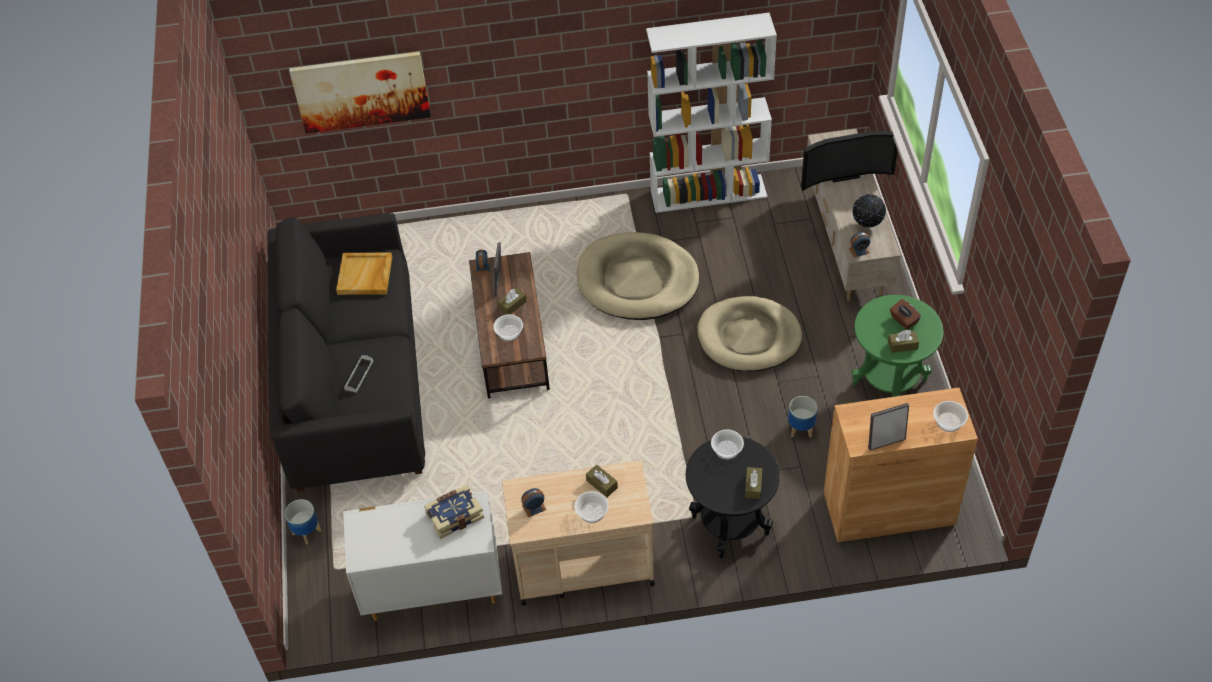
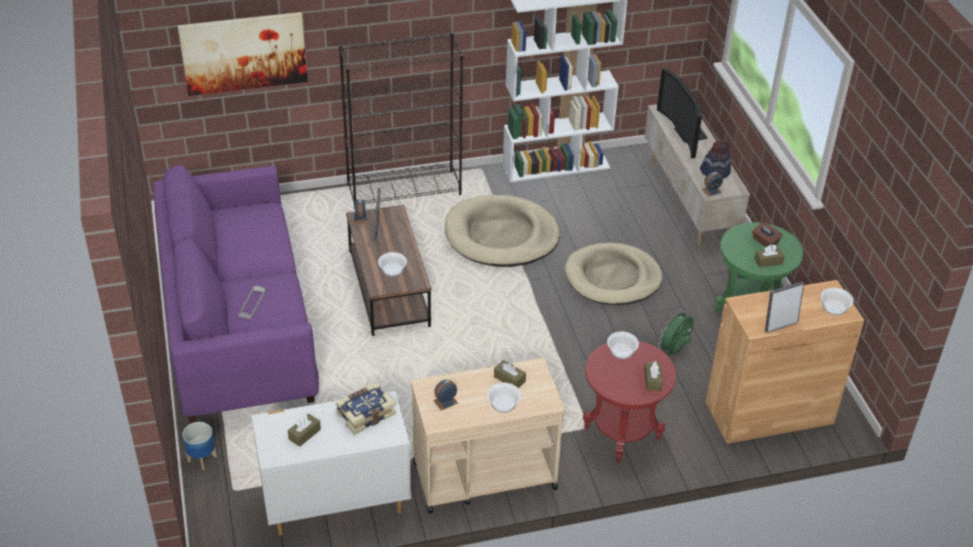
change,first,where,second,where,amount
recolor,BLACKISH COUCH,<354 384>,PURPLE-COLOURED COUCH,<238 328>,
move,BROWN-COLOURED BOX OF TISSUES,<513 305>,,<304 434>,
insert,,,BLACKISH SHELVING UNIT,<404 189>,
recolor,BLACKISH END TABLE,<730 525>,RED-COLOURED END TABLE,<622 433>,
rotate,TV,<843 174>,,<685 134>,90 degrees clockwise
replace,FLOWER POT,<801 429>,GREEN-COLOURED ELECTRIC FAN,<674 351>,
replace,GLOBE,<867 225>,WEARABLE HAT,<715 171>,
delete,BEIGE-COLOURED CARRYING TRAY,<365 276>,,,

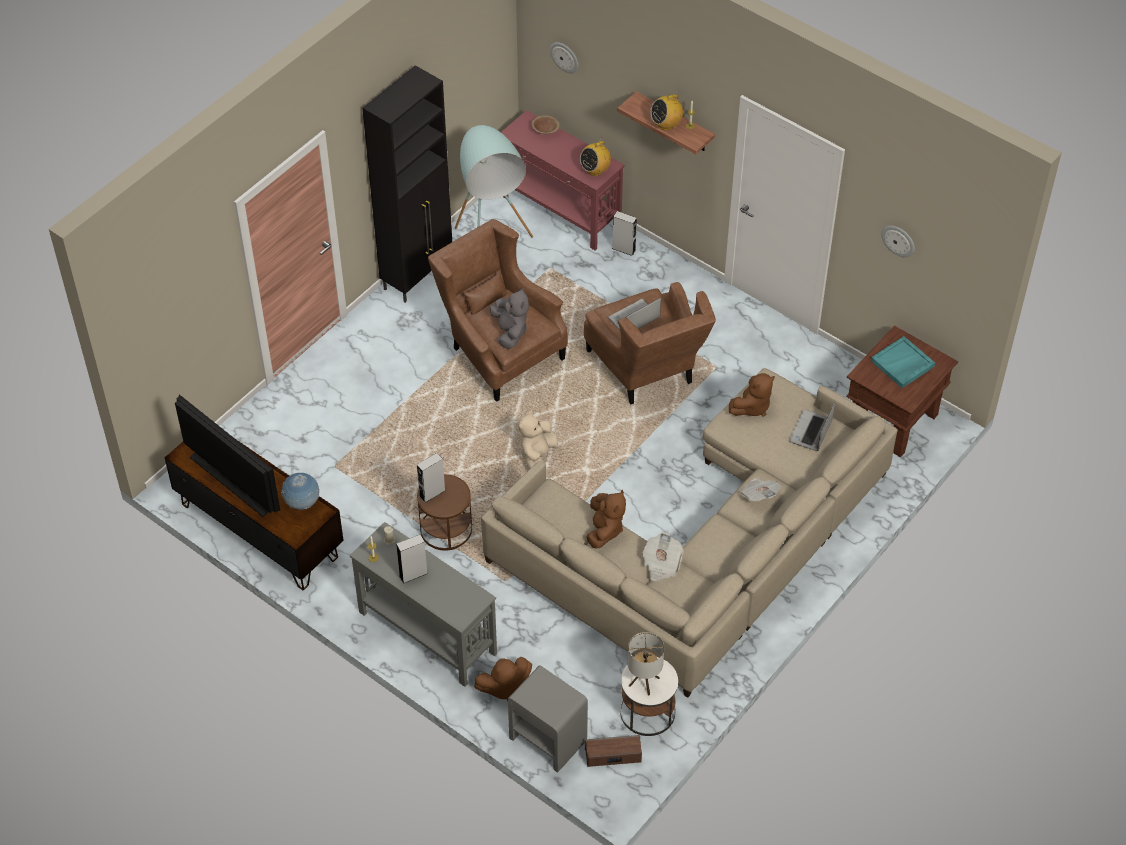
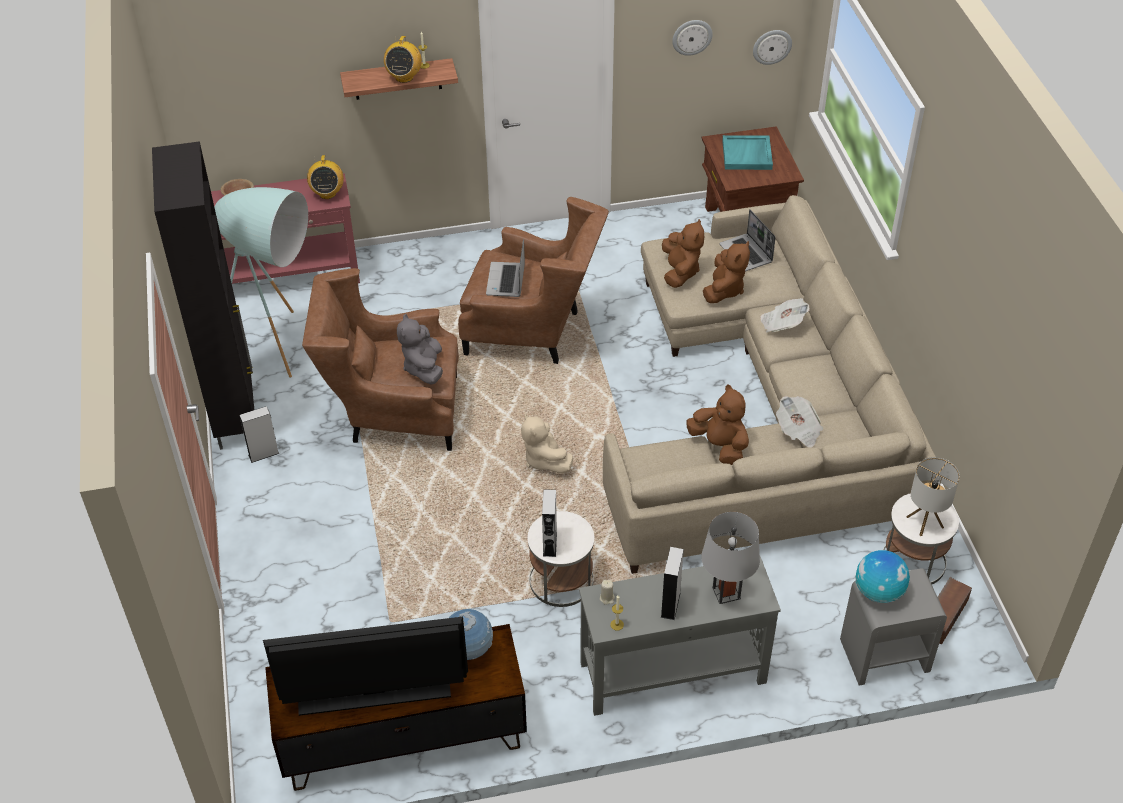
change,first,where,second,where,amount
move,GREYISH LOUDSPEAKER,<624 249>,,<263 454>,
rotate,GREYISH PLUSH TOY,<510 332>,,<424 368>,120 degrees counterclockwise
recolor,BROWN-COLOURED END TABLE,<445 529>,WHITE-COLOURED END TABLE,<561 580>,
insert,,,GREYISH TABLE LAMP,<726 593>,
move,BROWN-COLOURED PLUSH TOY,<503 687>,,<724 290>,
move,CLOCK ON THE WALL,<565 57>,,<772 46>,
insert,,,GLOBE,<879 592>,

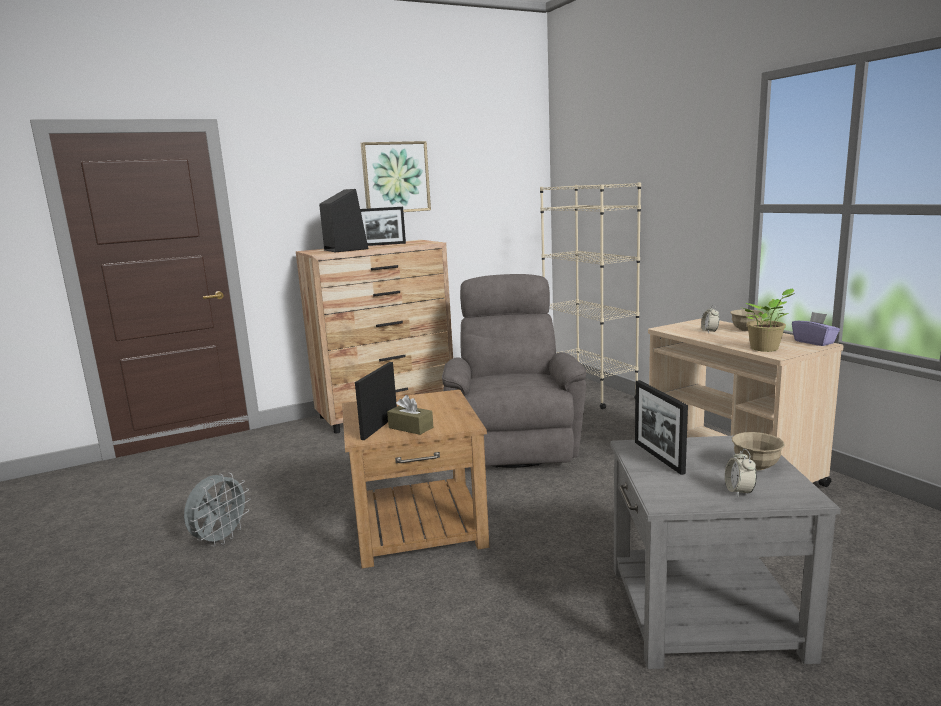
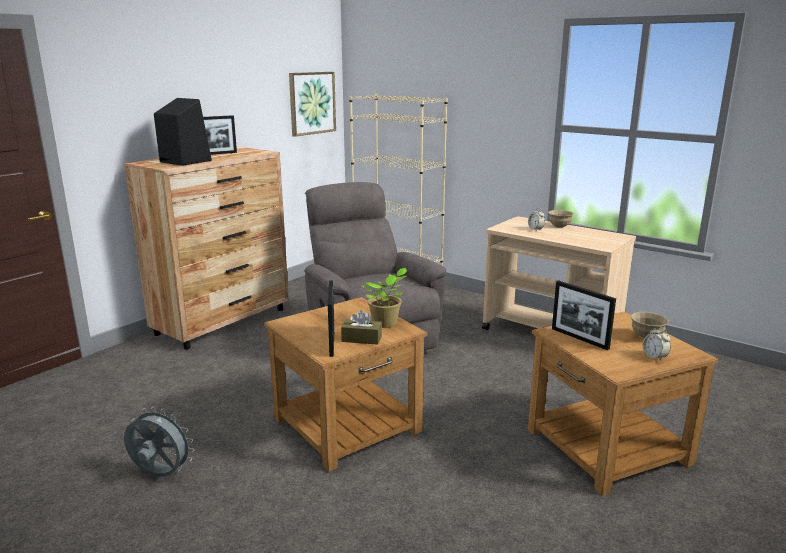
change,first,where,second,where,amount
rotate,GREYISH ELECTRIC FAN,<221 539>,,<160 475>,75 degrees counterclockwise
move,PICTURE,<395 177>,,<312 103>,
move,POTTED PLANT,<766 349>,,<386 323>,
recolor,GREYISH END TABLE,<704 611>,BROWN-COLOURED END TABLE,<607 446>,
delete,PURPLE-COLOURED BOX OF TISSUES,<814 342>,,,

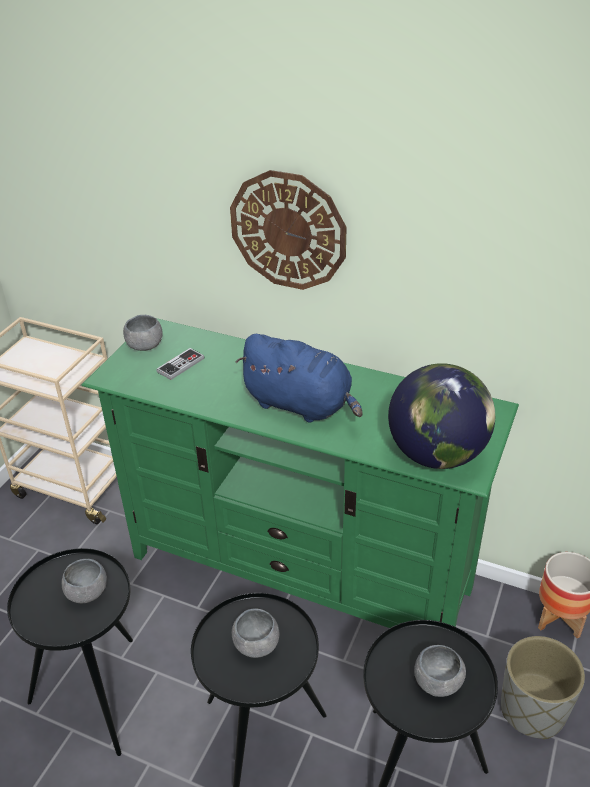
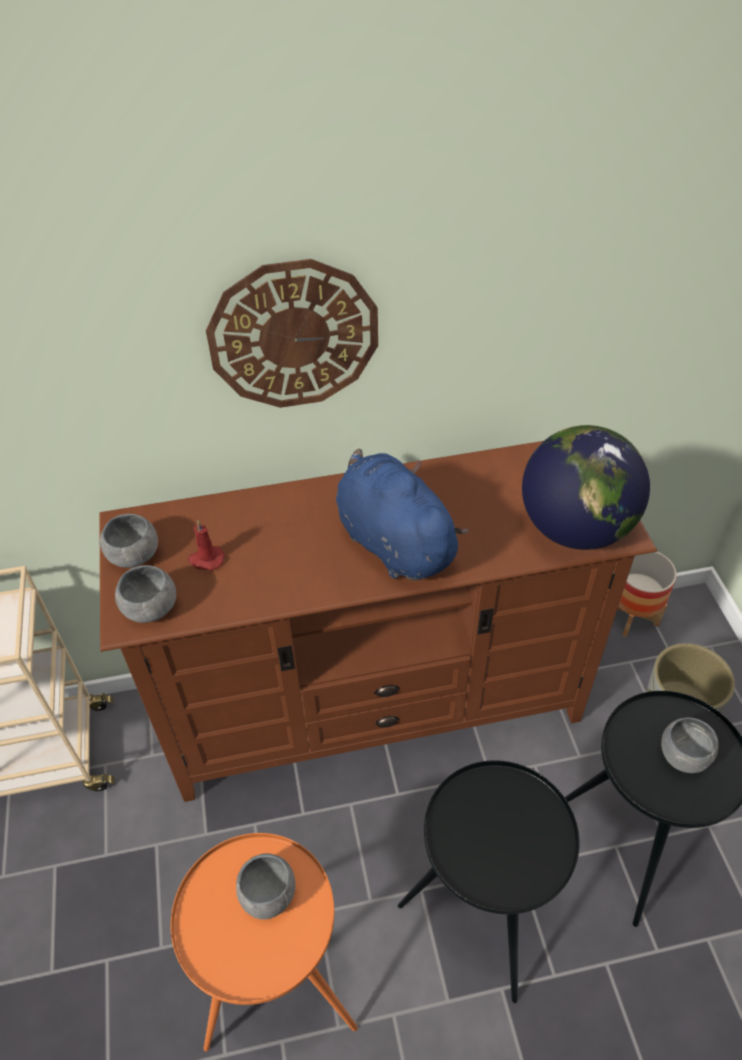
change,first,where,second,where,amount
recolor,GREEN-COLOURED MEDIA CONSOLE,<301 571>,BROWN-COLOURED MEDIA CONSOLE,<376 708>,
move,GREYISH SERVING BOWL,<256 644>,,<150 608>,
recolor,BLACKISH END TABLE,<99 693>,ORANGEY END TABLE,<277 979>,
replace,JOYPAD,<180 365>,RED-COLOURED WAX LIGHT,<206 559>,
rotate,BLUE-COLOURED PLUSH TOY,<301 405>,,<392 540>,120 degrees counterclockwise

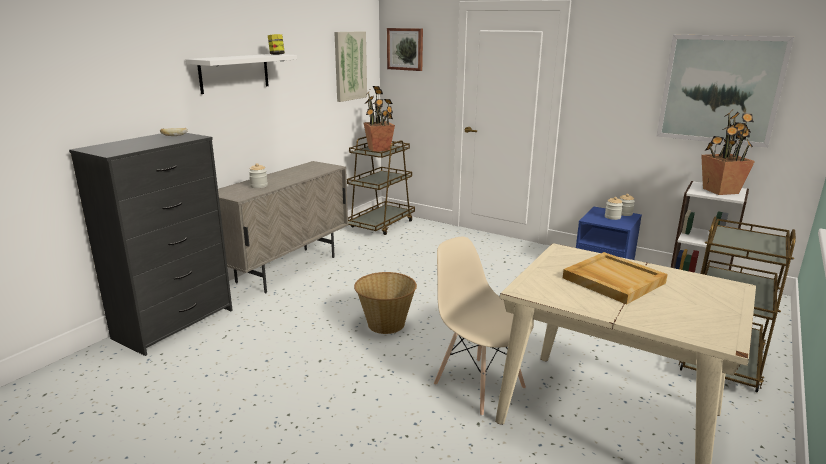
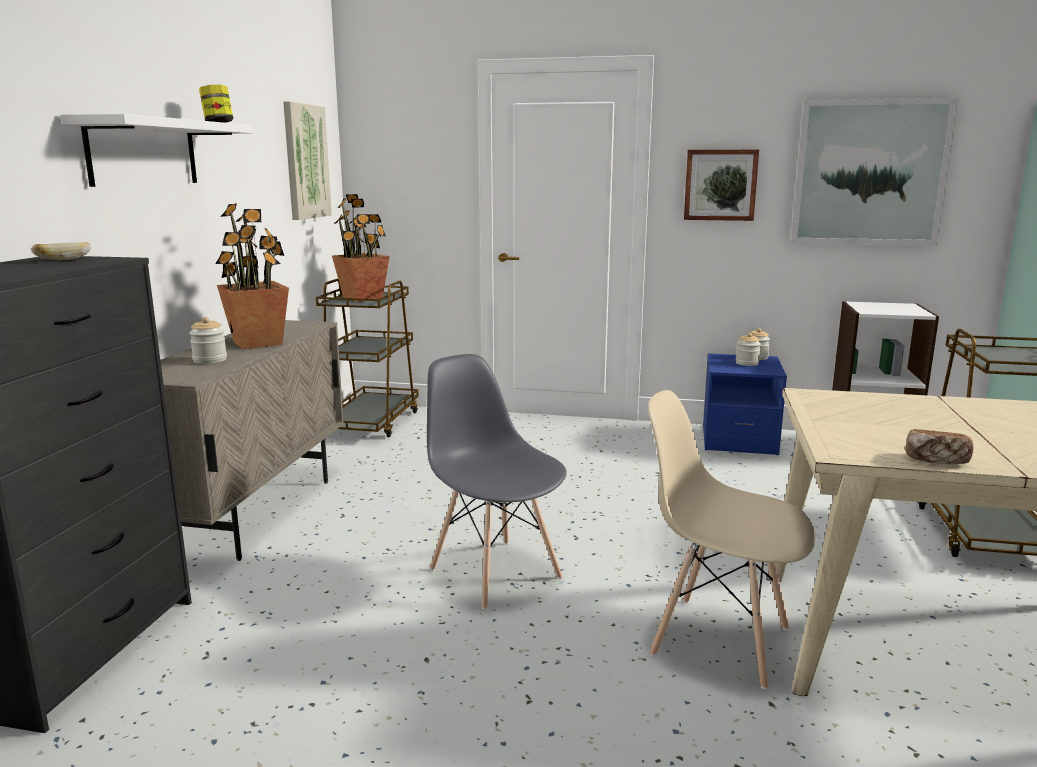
change,first,where,second,where,amount
move,POTTED PLANT,<720 191>,,<258 343>,
replace,HOUSEHOLD BASKET,<385 324>,GREYISH PLAIN CHAIR,<495 572>,
move,PICTURE,<405 49>,,<720 185>,
insert,,,BREAD,<936 460>,
delete,BEIGE-COLOURED CARRYING TRAY,<612 280>,,,

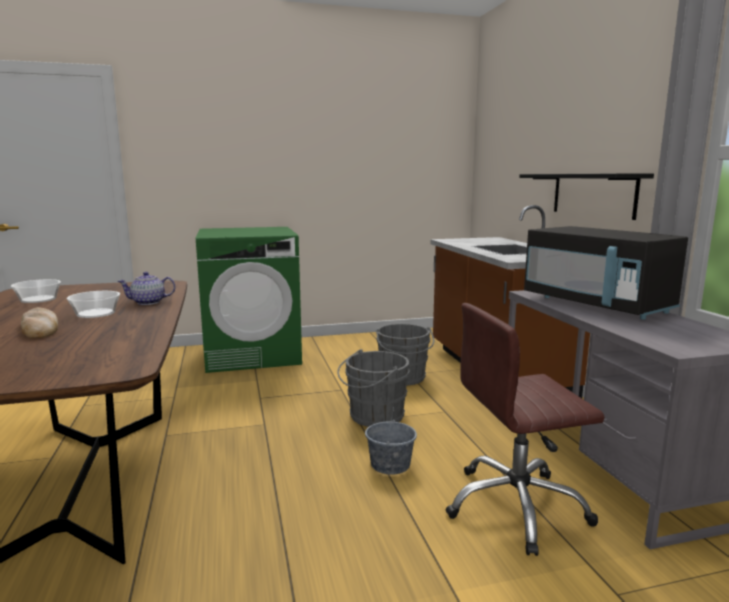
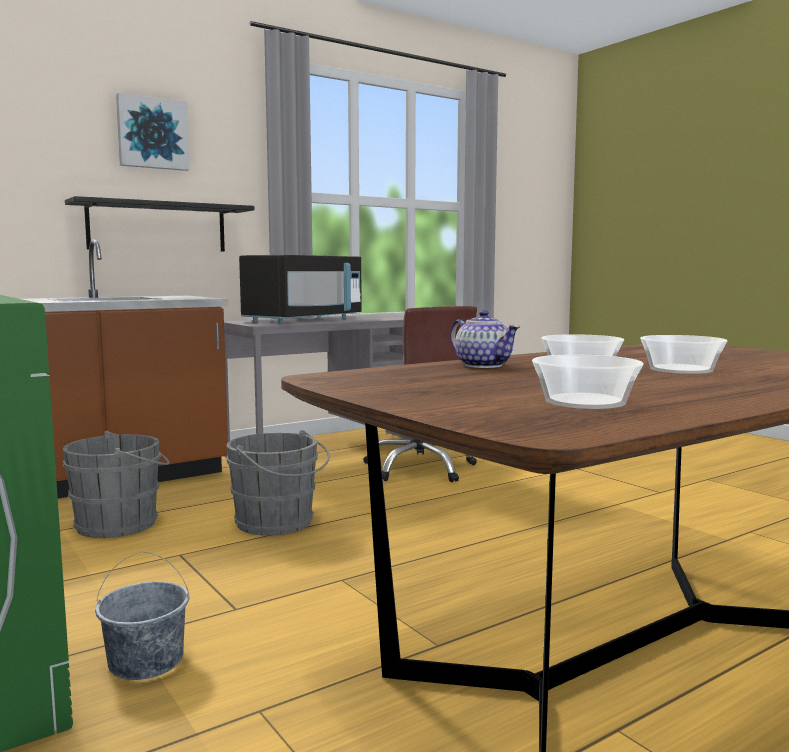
change,first,where,second,where,amount
move,GREYISH WATER BUCKET,<390 464>,,<145 661>,
insert,,,PICTURE,<152 133>,
replace,BREAD,<40 328>,SERVING BOWL,<681 369>,

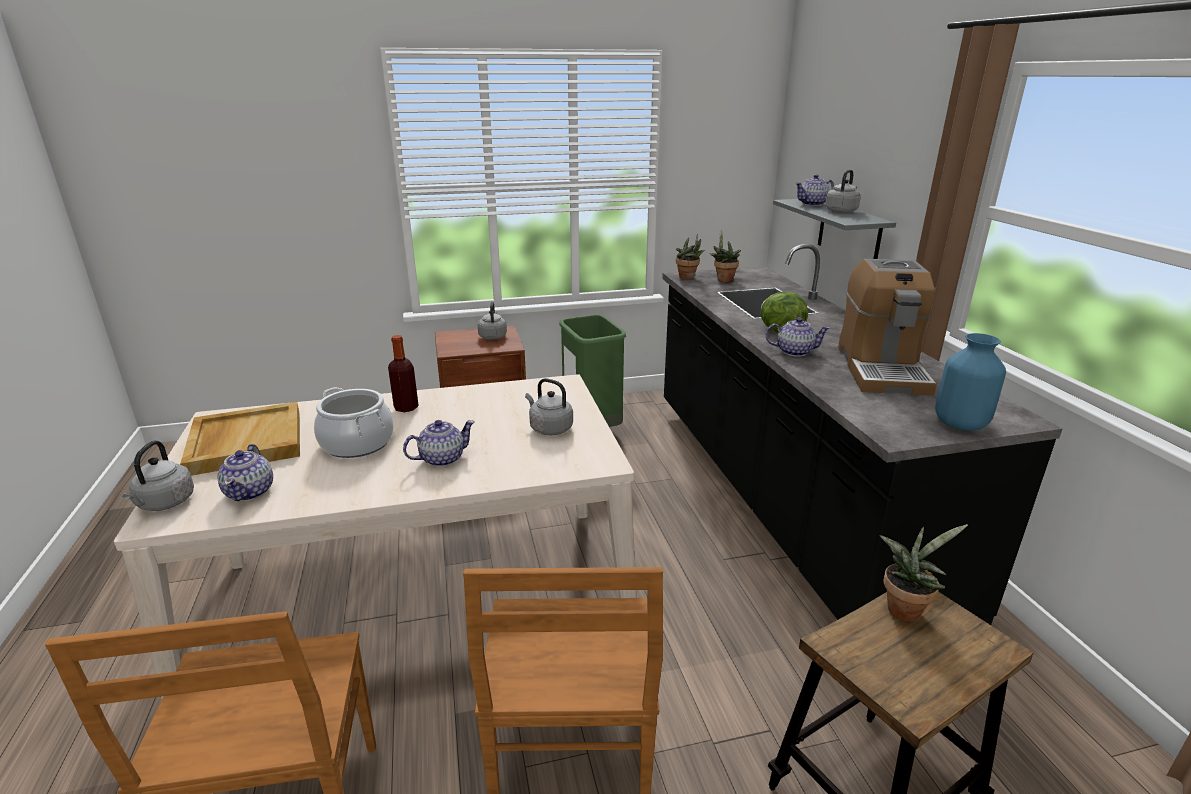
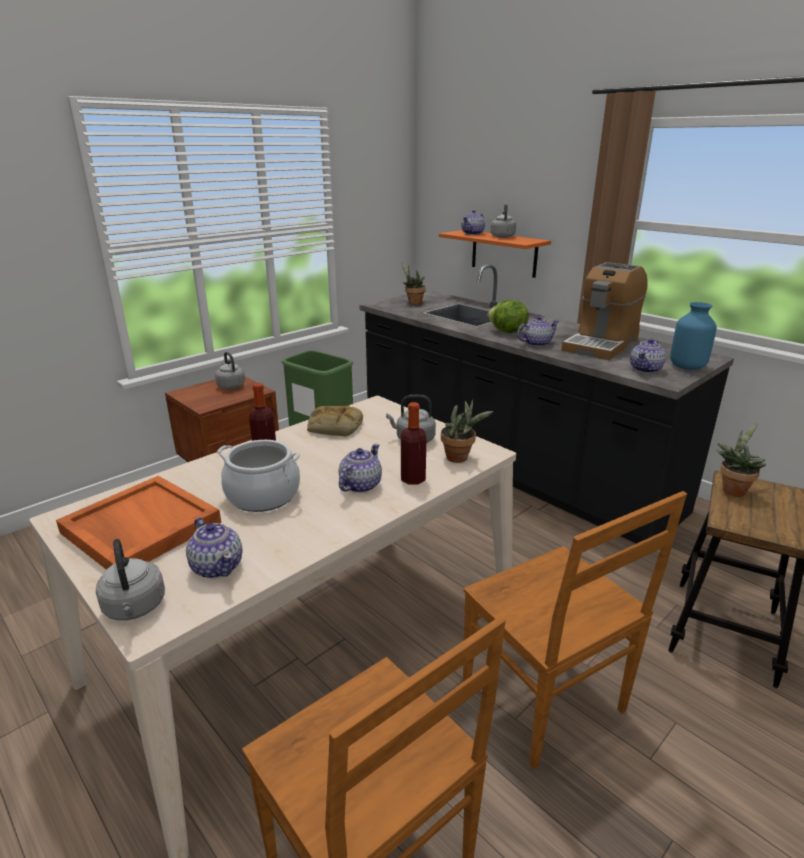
change,first,where,second,where,amount
recolor,BEIGE-COLOURED CARRYING TRAY,<245 442>,ORANGEY CARRYING TRAY,<140 527>,
insert,,,BREAD,<334 427>,
insert,,,DRINK BOTTLE,<413 479>,
recolor,GREYISH SHELF,<849 232>,ORANGEY SHELF,<504 253>,
move,POTTED PLANT,<688 277>,,<460 458>,
rotate,COFFEE BREWER,<881 369>,,<601 344>,60 degrees clockwise
insert,,,TEA POT,<646 369>,

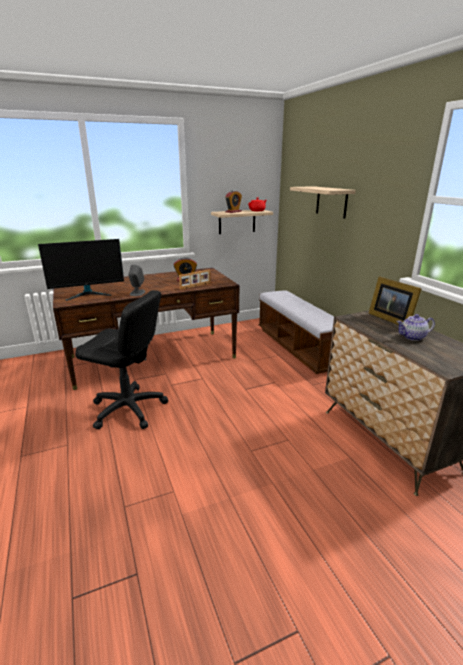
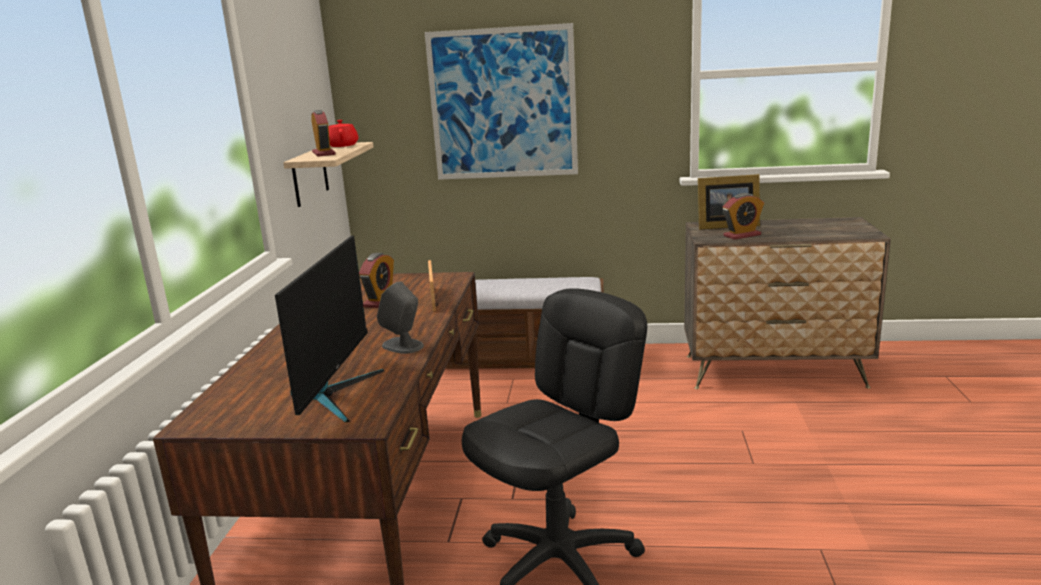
change,first,where,second,where,amount
replace,SHELF,<331 202>,PICTURE,<503 104>,
insert,,,BEDSIDE CLOCK,<742 235>,
delete,TEA POT,<412 337>,,,

